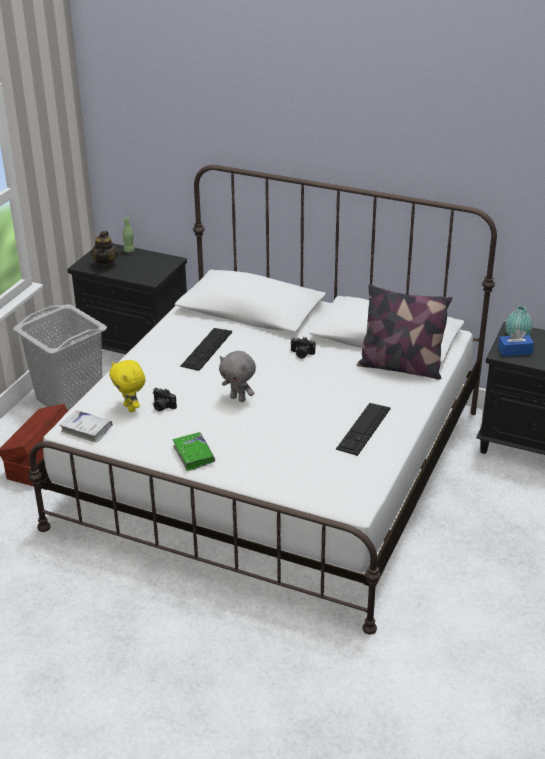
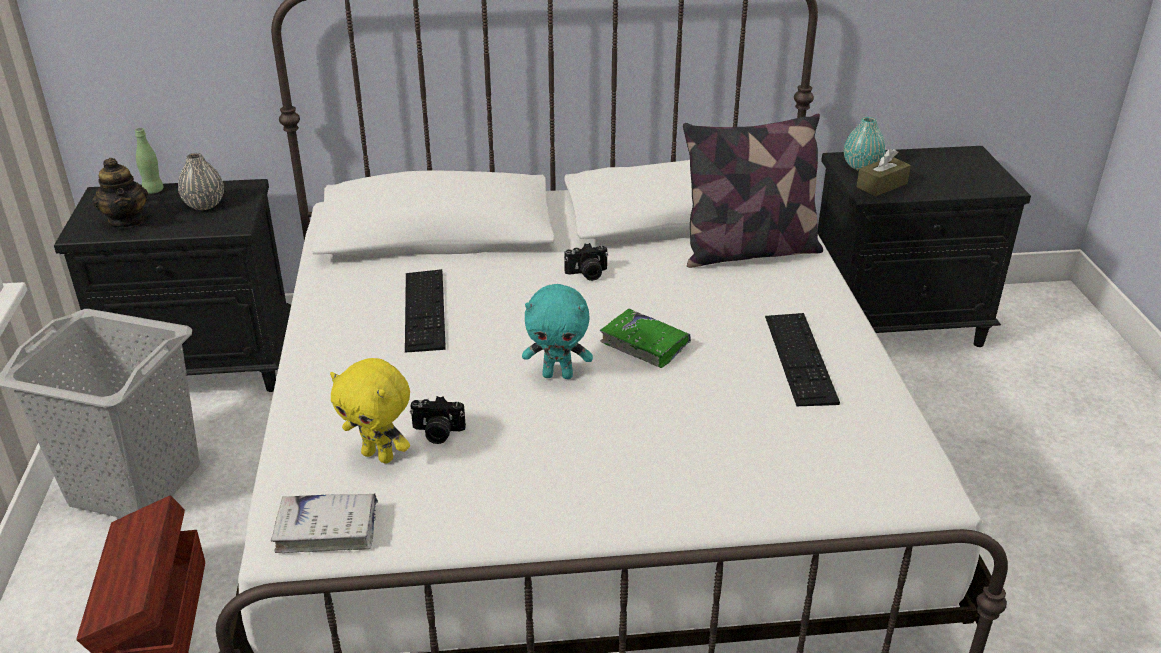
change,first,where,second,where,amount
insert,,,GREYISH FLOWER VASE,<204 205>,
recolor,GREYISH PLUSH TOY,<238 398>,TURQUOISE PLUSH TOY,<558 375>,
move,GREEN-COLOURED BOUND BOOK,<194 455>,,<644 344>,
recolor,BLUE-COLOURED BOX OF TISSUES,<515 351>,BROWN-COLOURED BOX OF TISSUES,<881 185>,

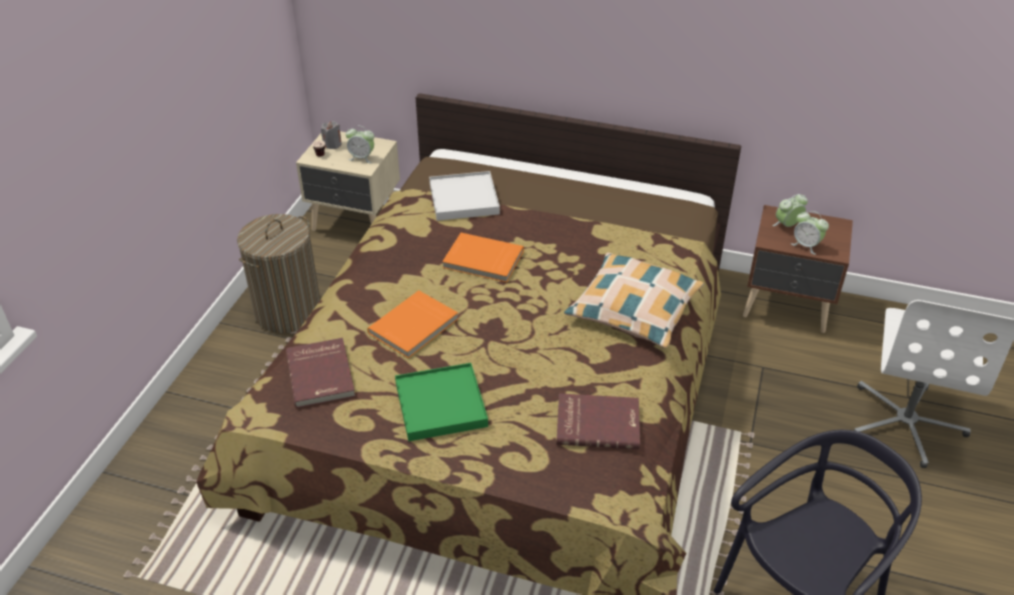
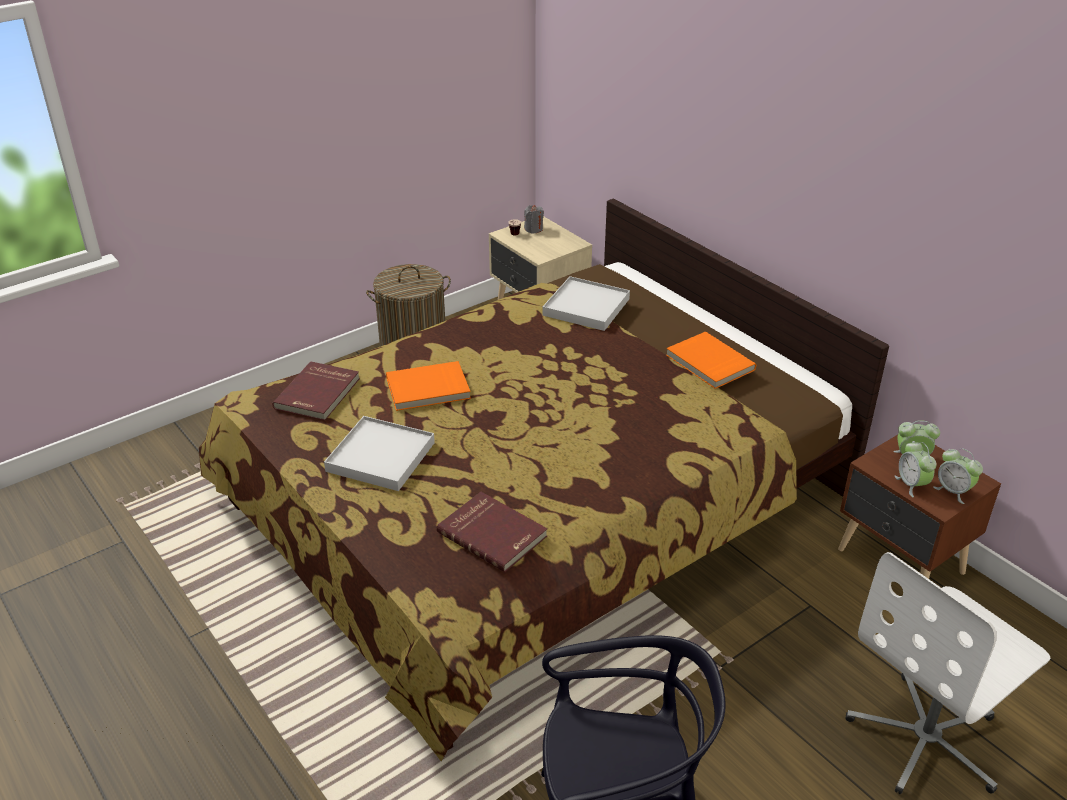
change,first,where,second,where,amount
recolor,GREEN-COLOURED CARRYING TRAY,<440 405>,WHITE-COLOURED CARRYING TRAY,<380 457>,
move,ORANGEY BOUND BOOK,<483 260>,,<709 363>,
move,BEDSIDE CLOCK,<362 158>,,<953 491>,
delete,THROW PILLOW,<634 309>,,,

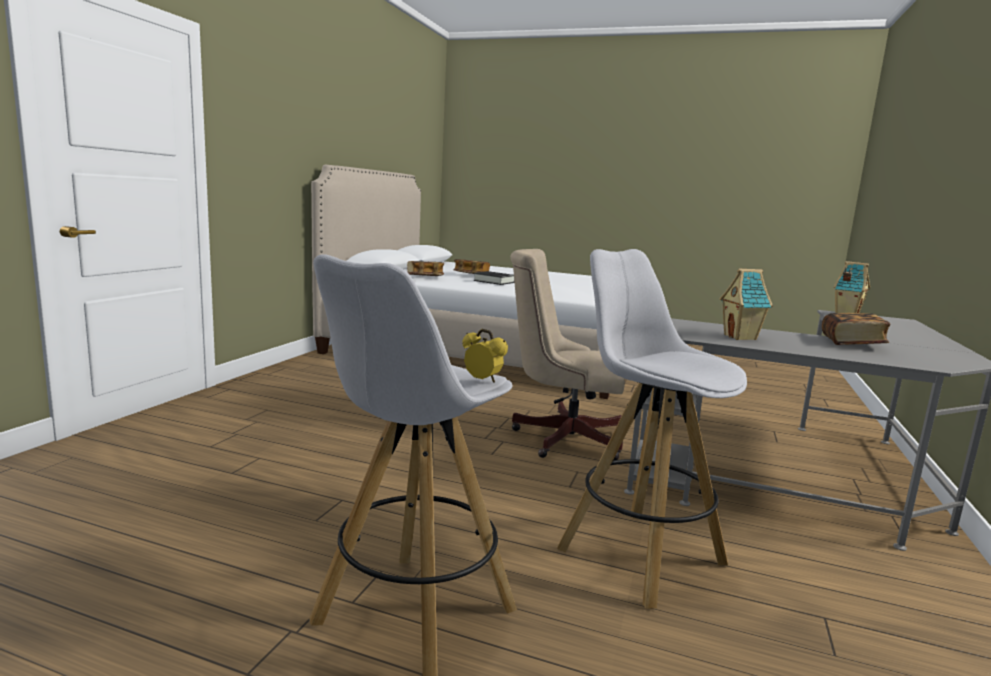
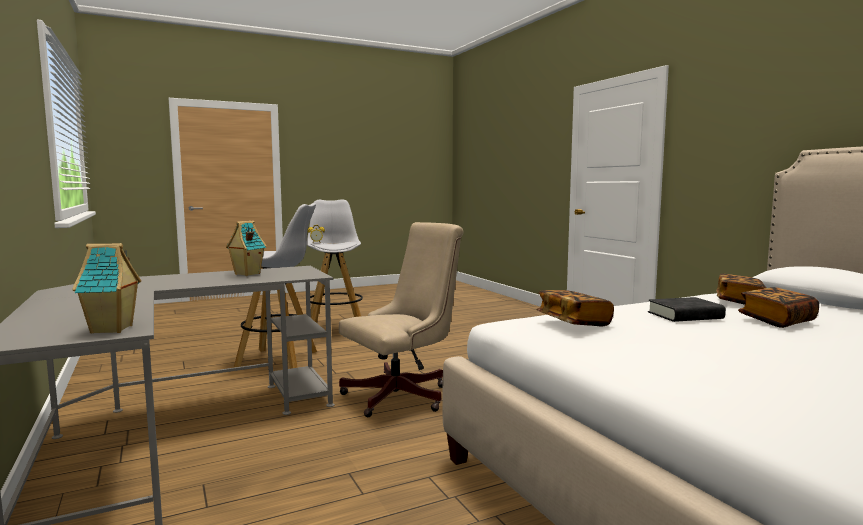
change,first,where,second,where,amount
move,BOUND BOOK,<852 343>,,<573 322>,

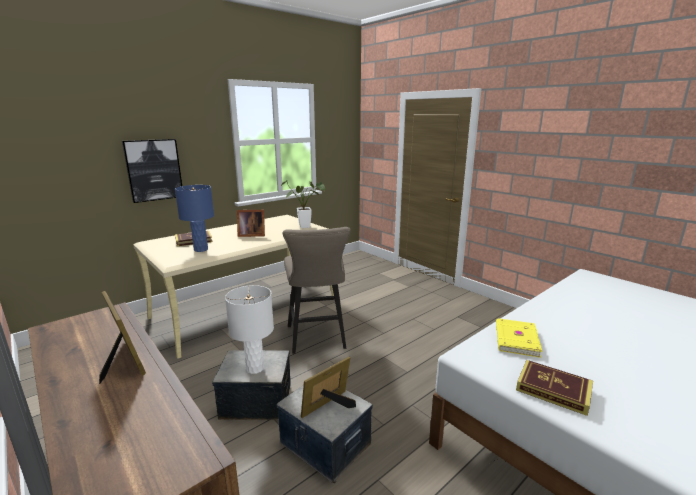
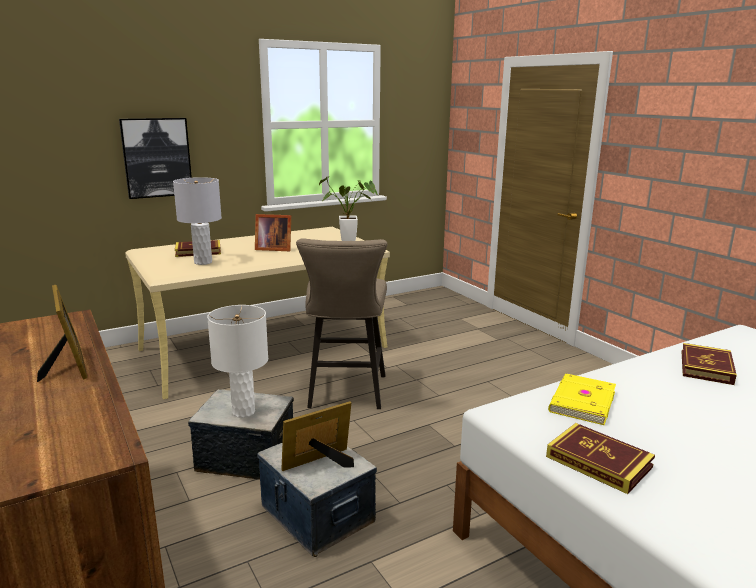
change,first,where,second,where,amount
recolor,BLUE-COLOURED TABLE LAMP,<200 249>,GREYISH TABLE LAMP,<203 262>,
insert,,,BOUND BOOK,<706 367>,

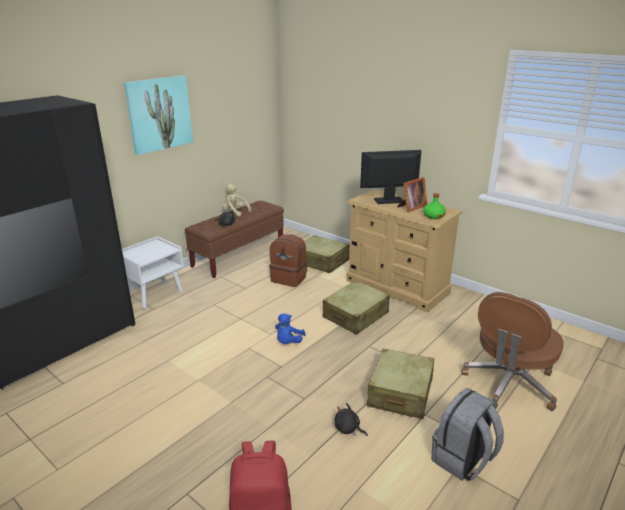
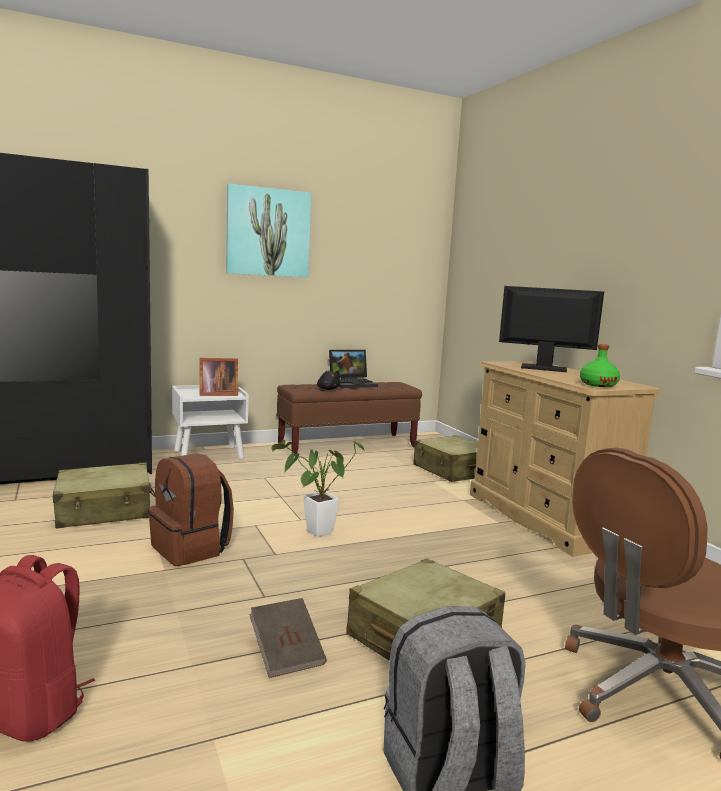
change,first,where,second,where,amount
move,BEIGE-COLOURED TRAVEL CASE,<356 315>,,<105 510>,
move,BROWN-COLOURED BACKPACK,<289 278>,,<191 549>,
move,PICTURE FRAME,<411 207>,,<216 394>,
replace,BLACKISH PLUSH TOY,<348 429>,BROWN-COLOURED BOUND BOOK,<286 653>,
replace,BLUE-COLOURED PLUSH TOY,<288 342>,POTTED PLANT,<314 533>,
replace,BEIGE-COLOURED PLUSH TOY,<235 212>,PORTABLE COMPUTER,<353 383>,

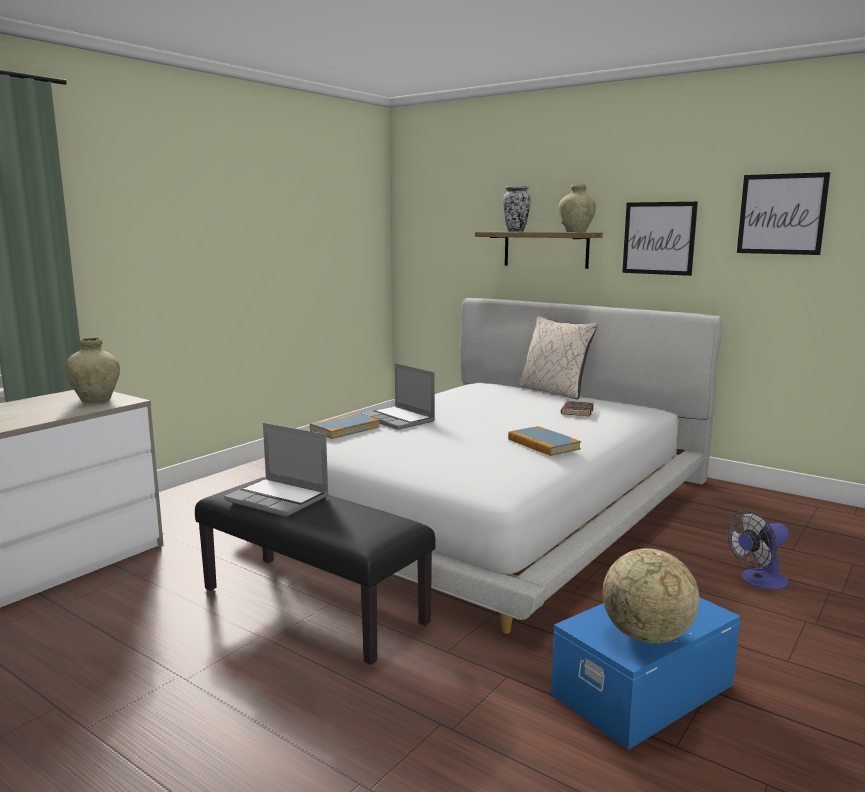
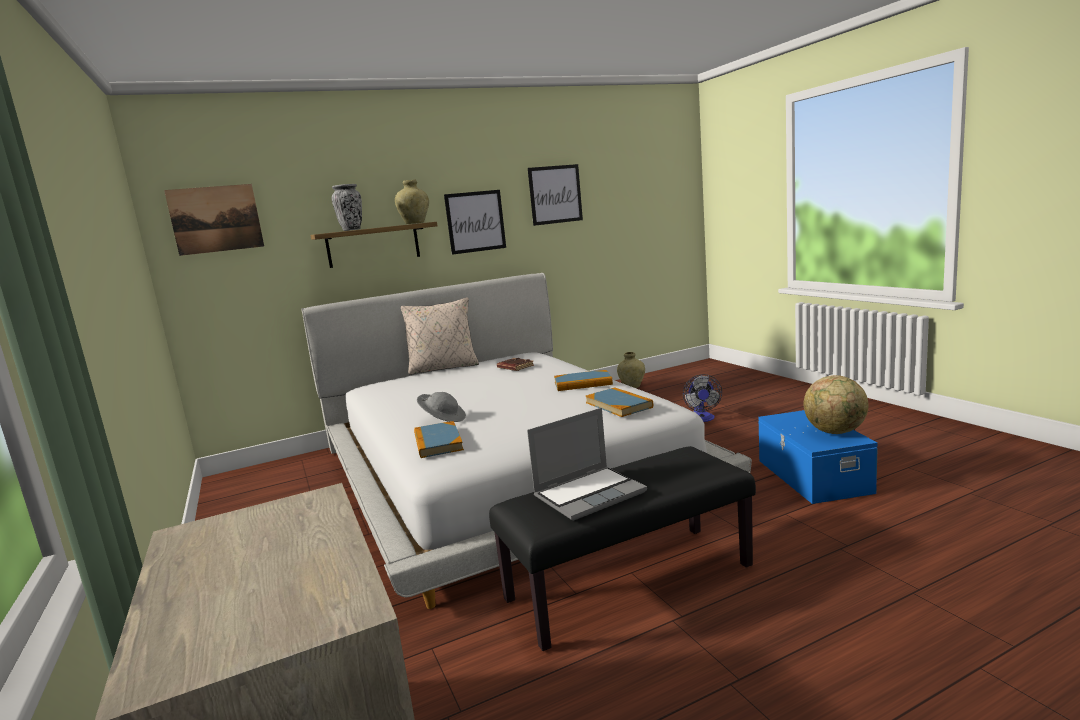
change,first,where,second,where,amount
insert,,,PICTURE,<216 219>,
replace,PORTABLE COMPUTER,<399 419>,GREYISH WEARABLE HAT,<443 419>,
insert,,,BOUND BOOK,<619 405>,
move,BEIGE-COLOURED FLOWER VASE,<96 400>,,<632 387>,

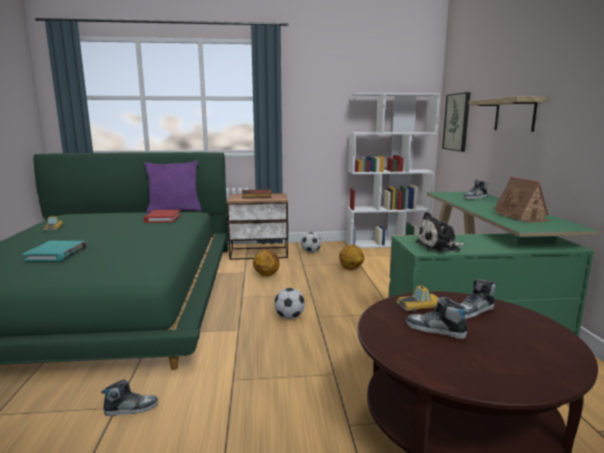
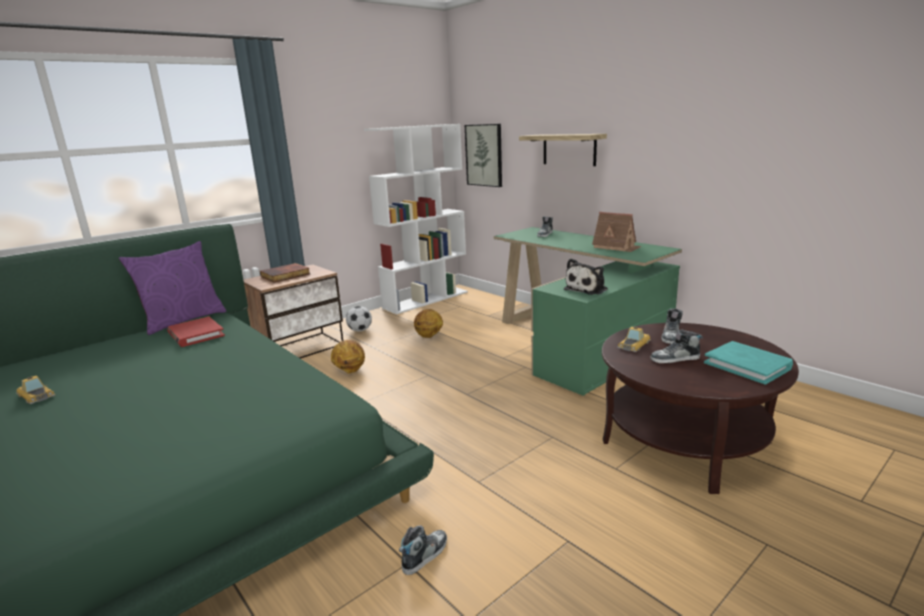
change,first,where,second,where,amount
move,TURQUOISE BOUND BOOK,<57 254>,,<747 365>,
delete,FOOTBALL,<289 317>,,,

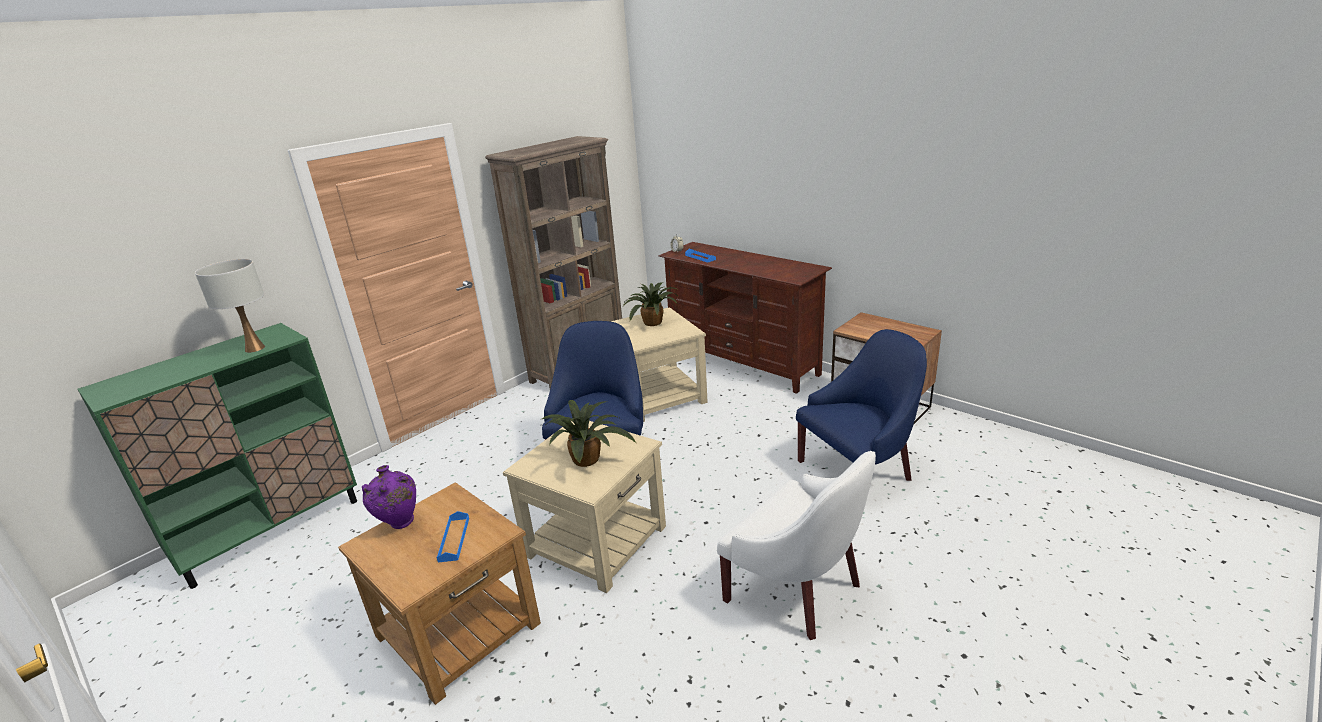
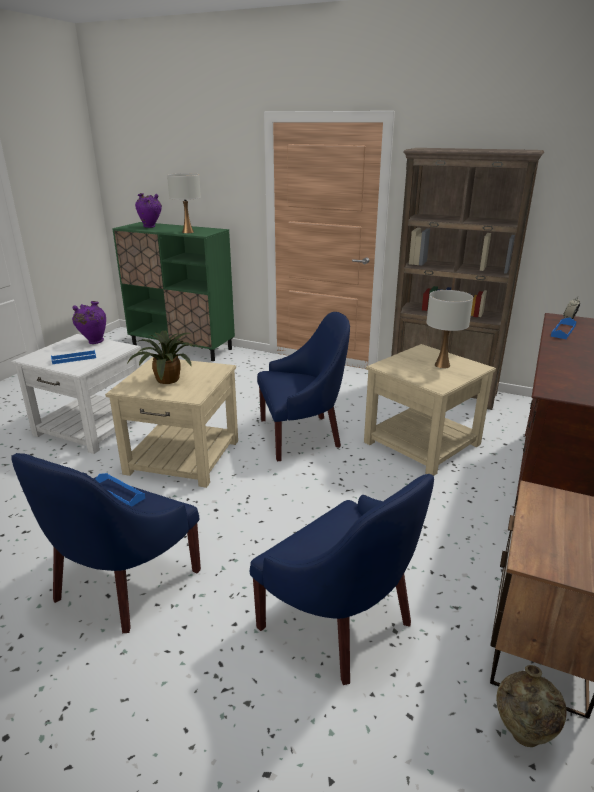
change,first,where,second,where,amount
recolor,BROWN-COLOURED END TABLE,<458 630>,WHITE-COLOURED END TABLE,<91 426>,
recolor,WHITE-COLOURED LOUNGE CHAIR,<797 589>,BLUE-COLOURED LOUNGE CHAIR,<121 584>,
insert,,,BLUE-COLOURED CARRYING TRAY,<119 492>,
insert,,,PURPLE-COLOURED FLOWER VASE,<150 227>,
replace,POTTED PLANT,<652 323>,WHITE-COLOURED TABLE LAMP,<442 365>,
insert,,,BEIGE-COLOURED FLOWER VASE,<521 736>,

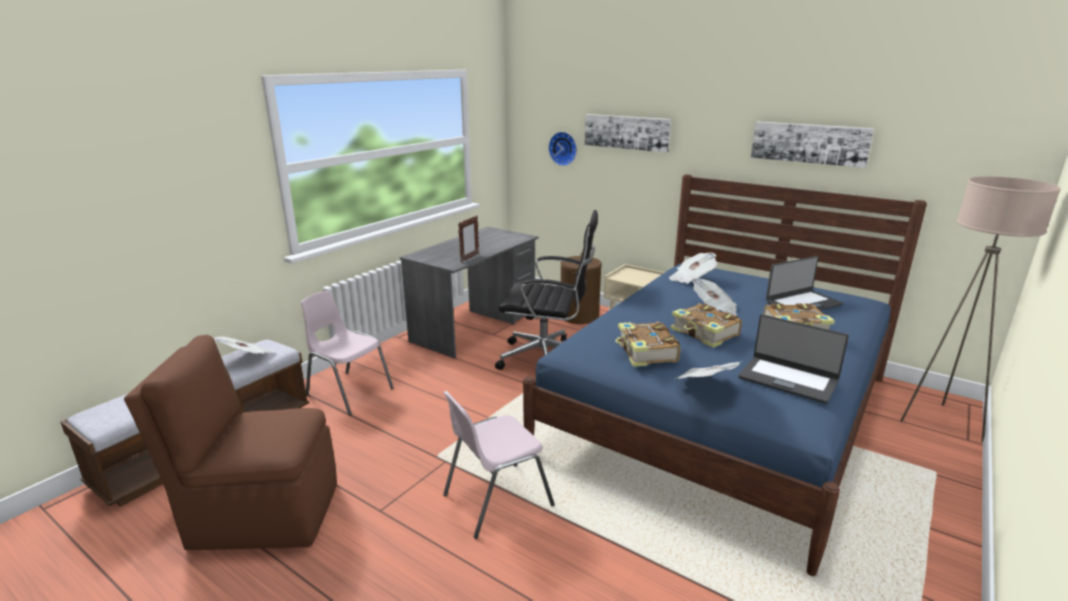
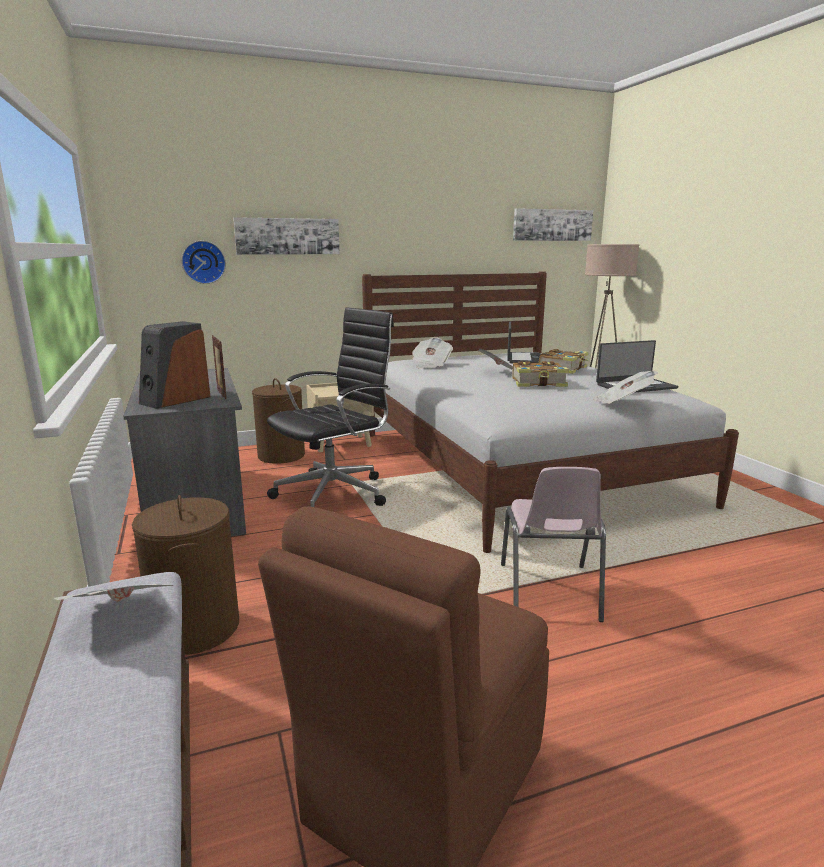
change,first,where,second,where,amount
replace,PINKISH PLAIN CHAIR,<348 392>,BROWN-COLOURED HAMPER,<195 628>,
insert,,,LOUDSPEAKER,<175 400>,
recolor,BLUE-COLOURED BEDROOM BED,<720 412>,WHITE-COLOURED BEDROOM BED,<516 466>,
move,PICTURE,<809 143>,,<552 225>,
delete,BOUND BOOK,<646 353>,,,

